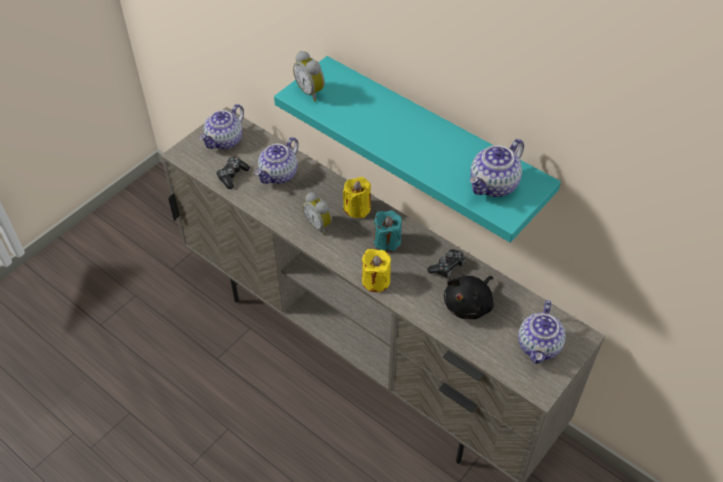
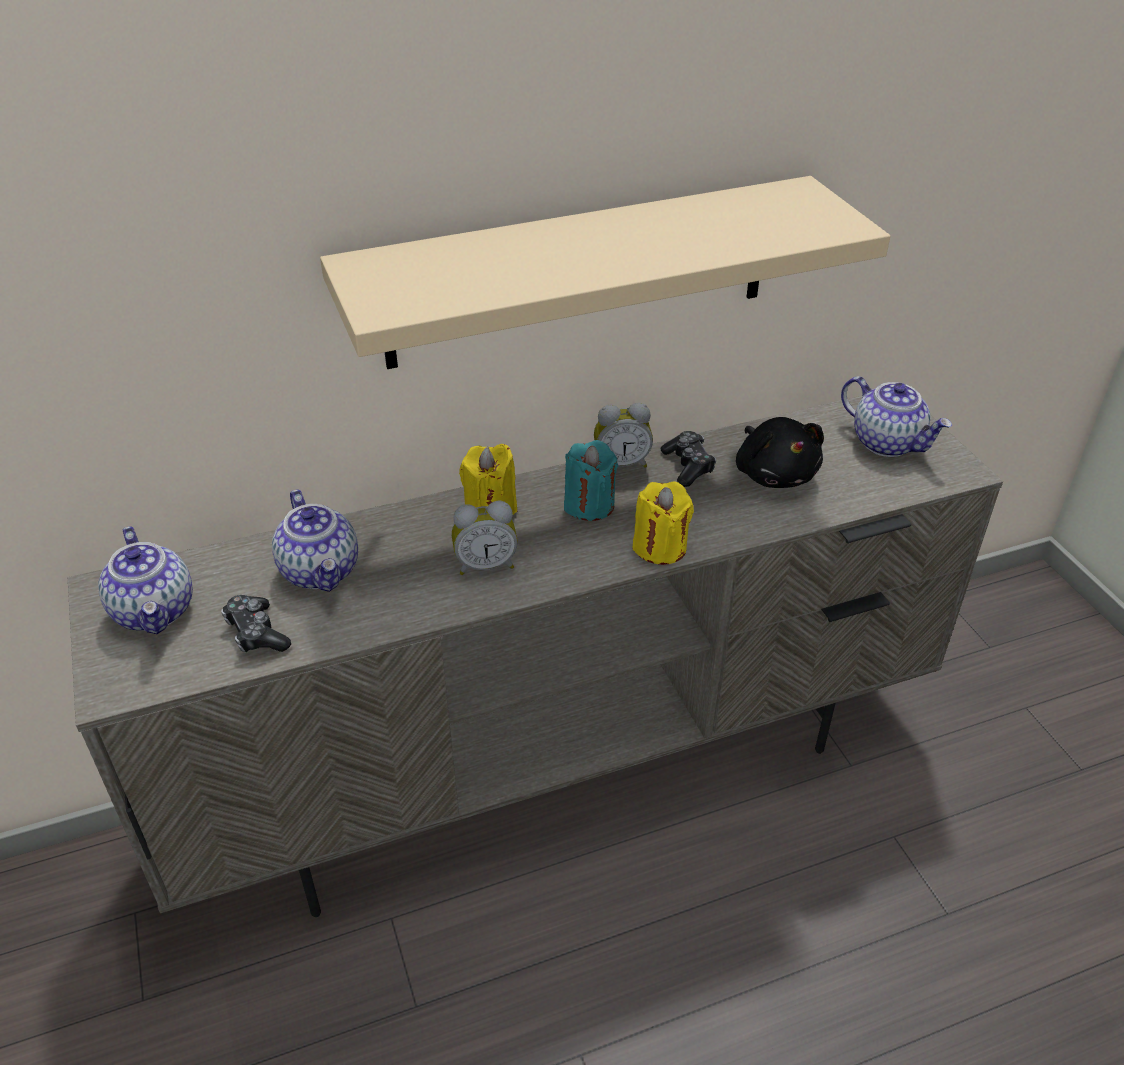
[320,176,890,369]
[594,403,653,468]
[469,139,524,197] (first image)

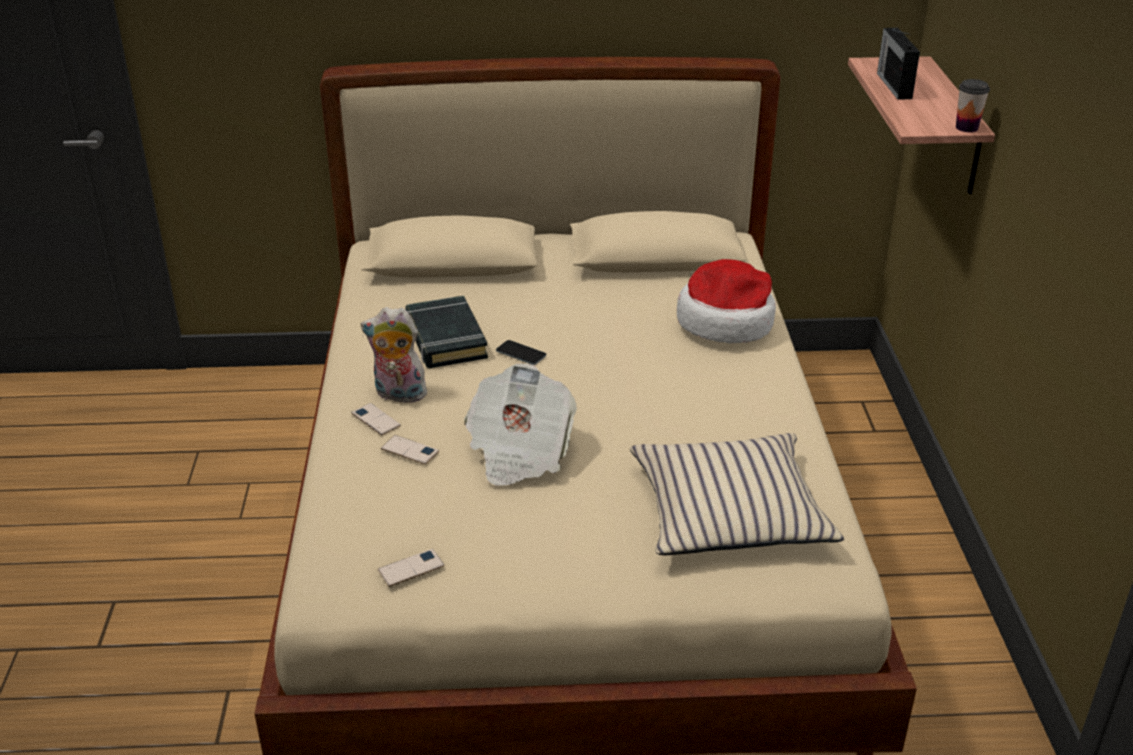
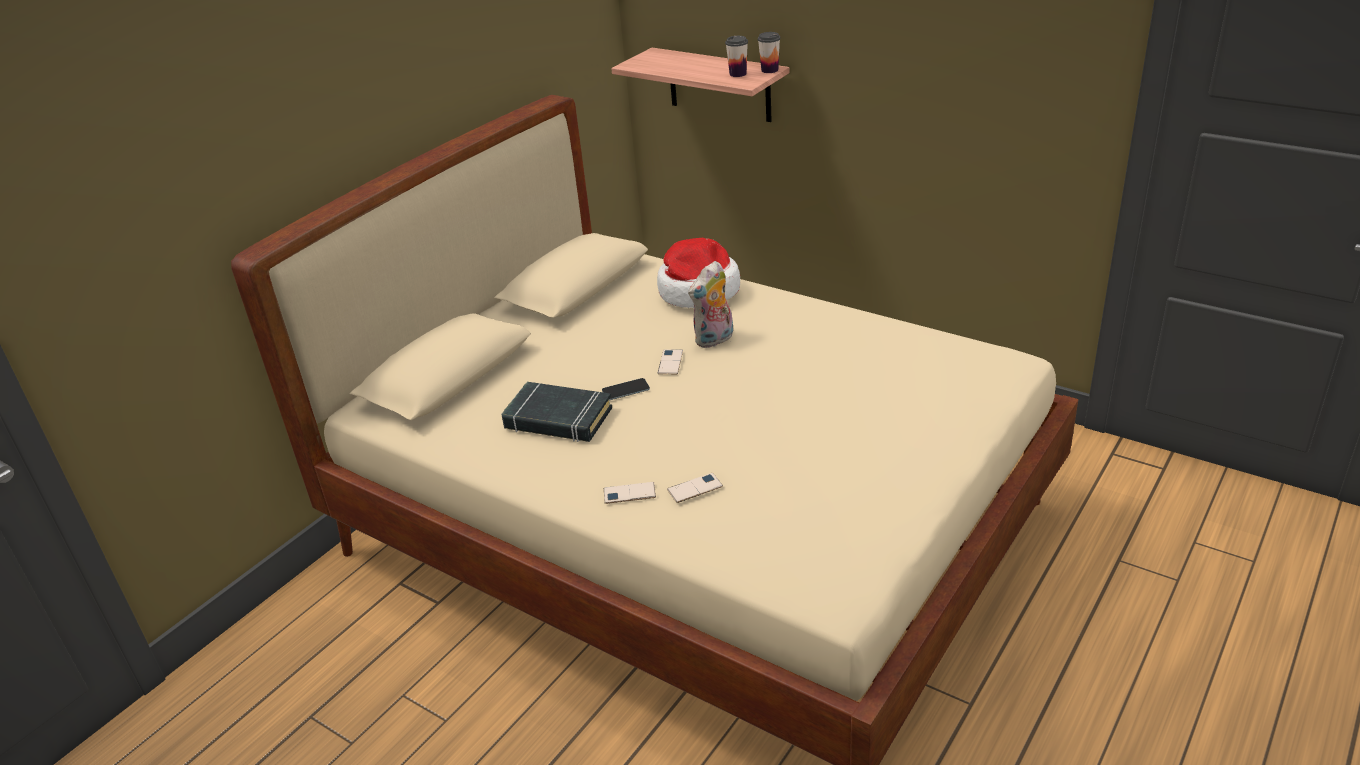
[658,349,683,374]
[688,261,733,348]
[725,36,748,77]
[464,363,577,486] (first image)
[630,433,844,555] (first image)
[877,28,920,100] (first image)

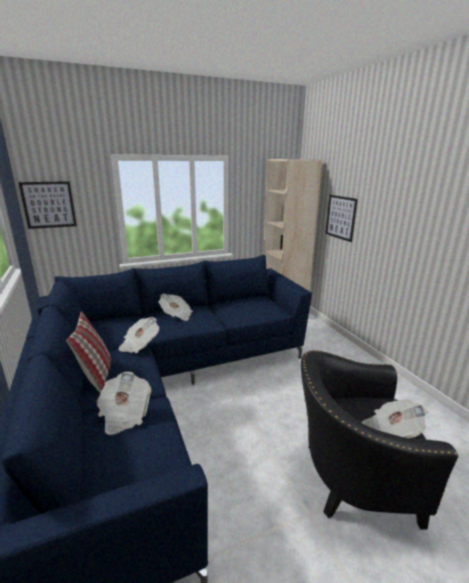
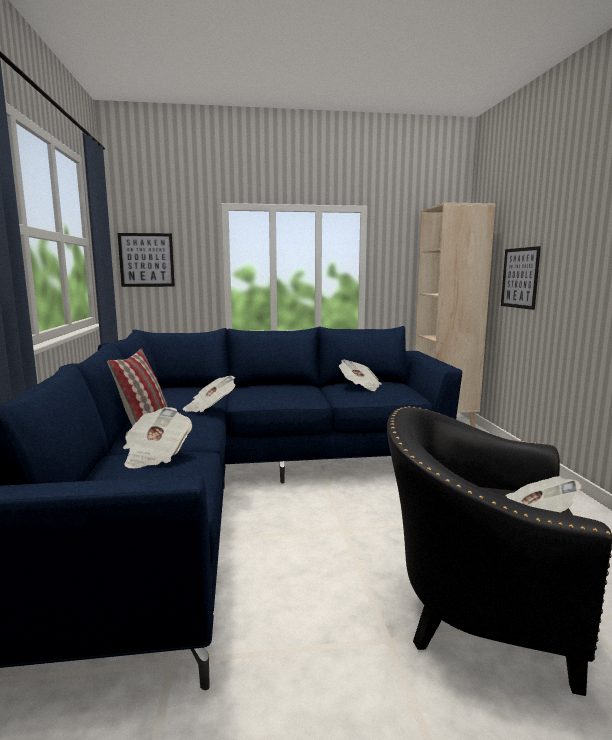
[339,360,382,391]

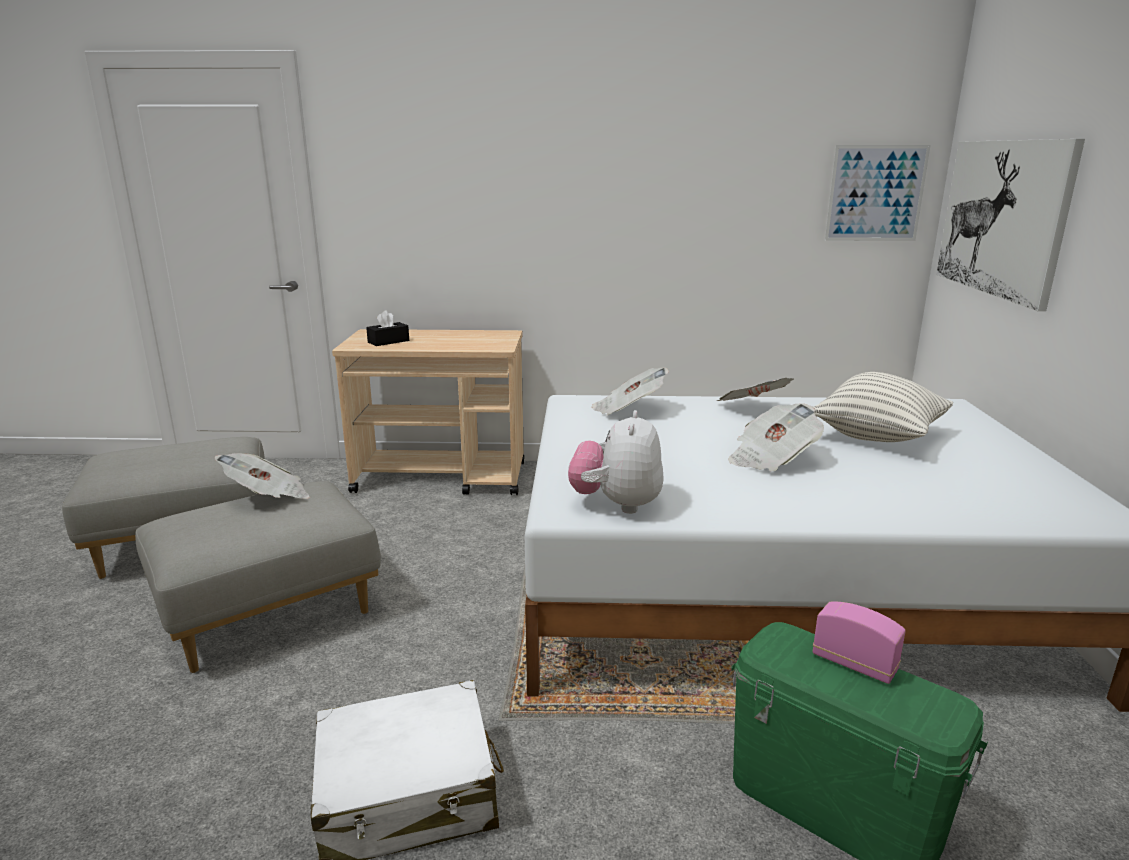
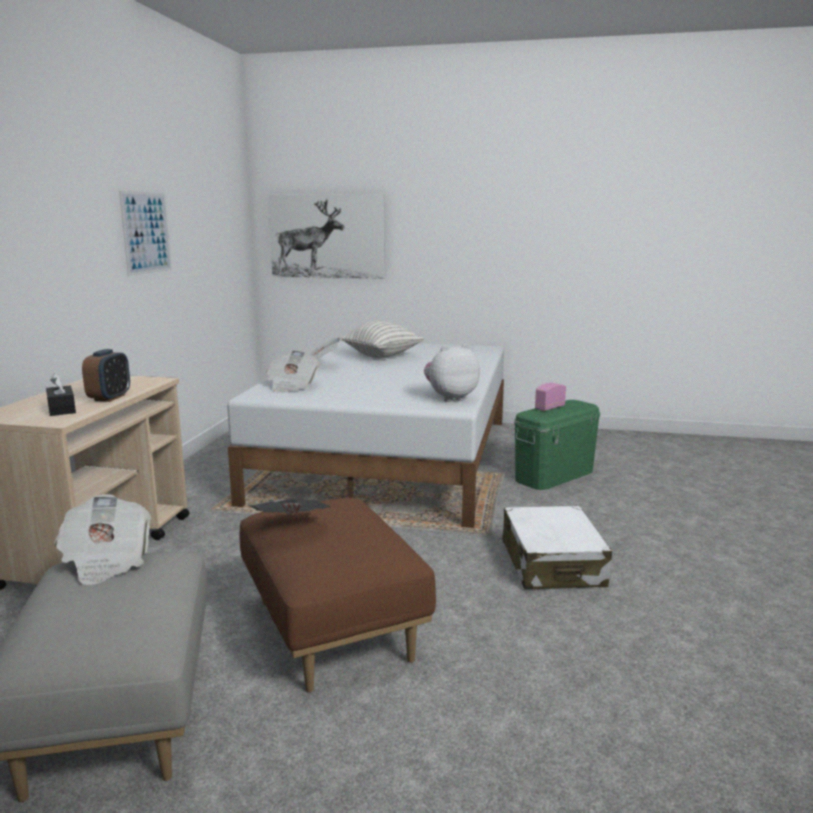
[55,494,151,585]
[82,349,130,402]
[119,191,172,276]
[240,497,436,692]
[424,344,480,402]

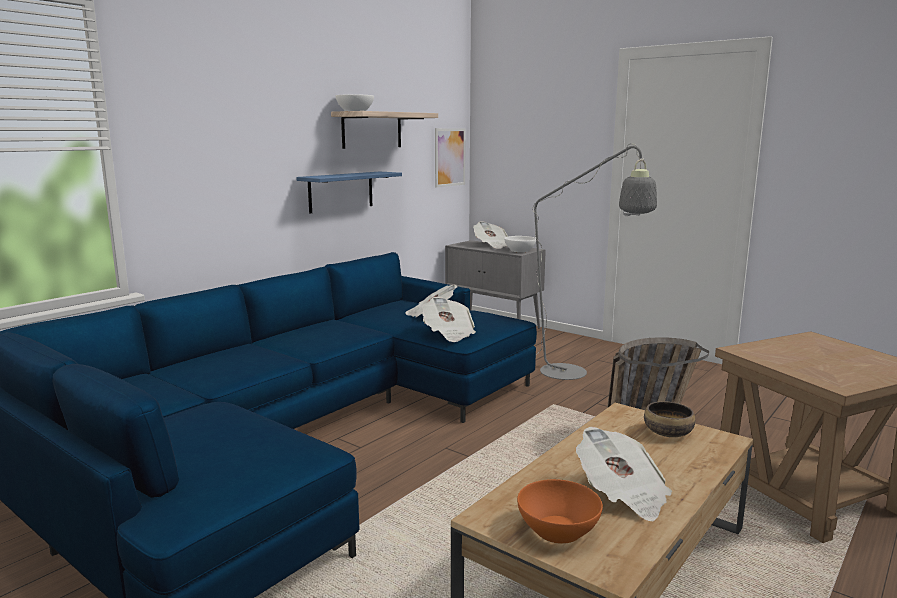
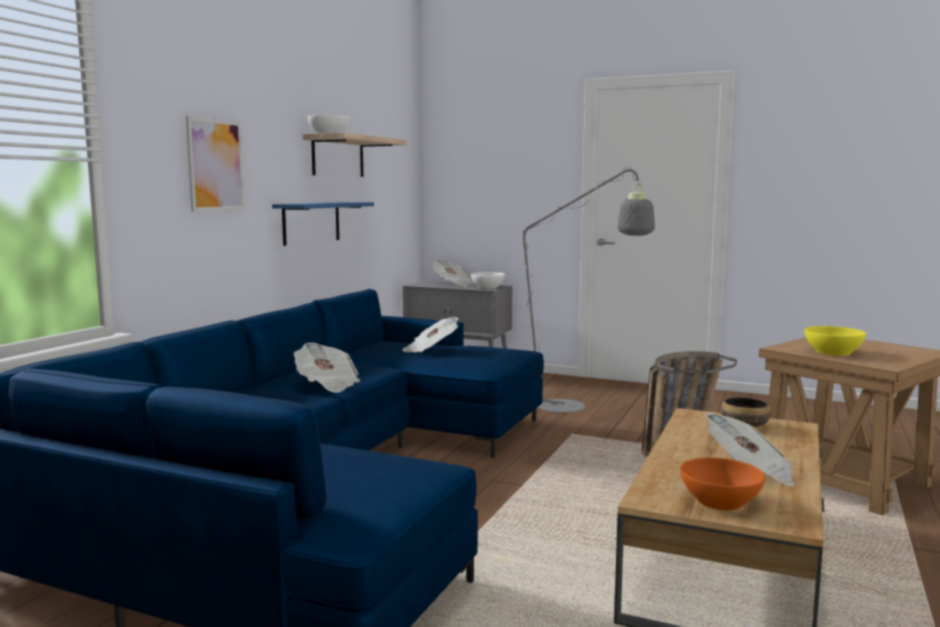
[186,116,245,212]
[293,343,360,393]
[804,326,866,356]

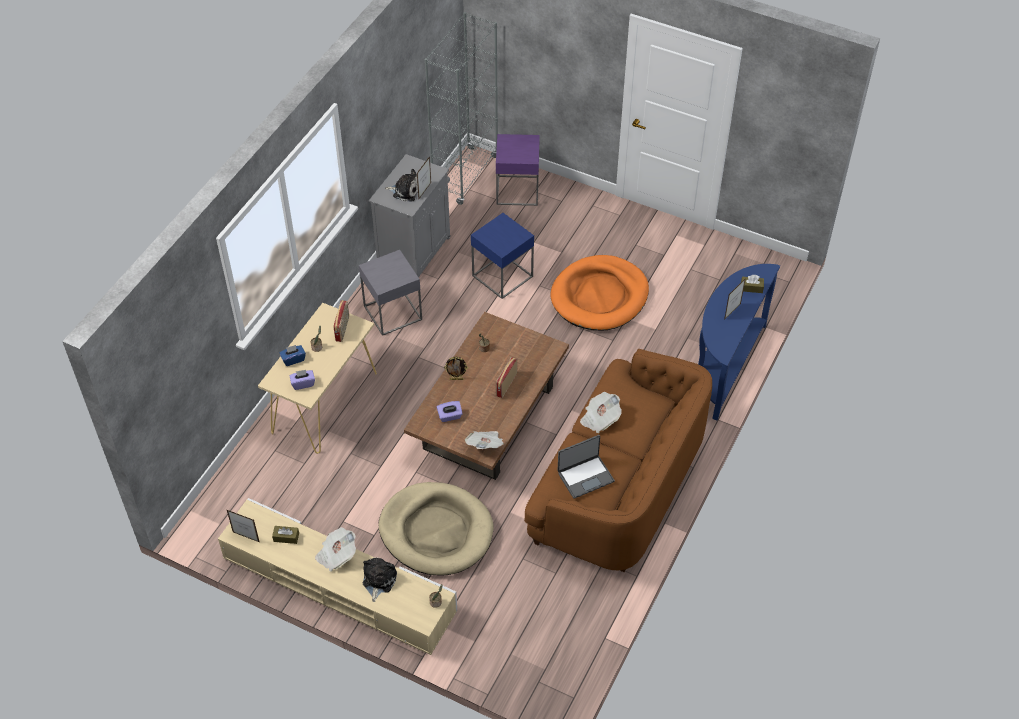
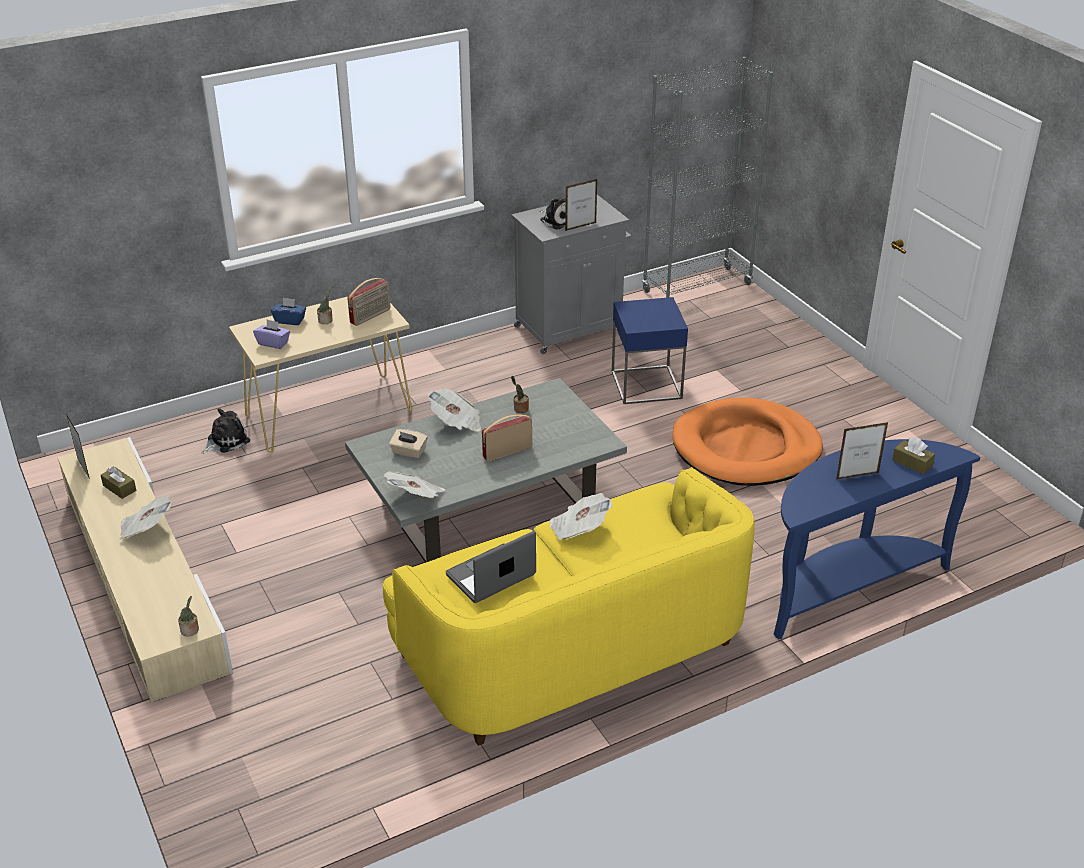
[202,408,250,454]
[345,378,627,563]
[383,467,755,746]
[389,429,427,459]
[428,389,481,432]
[445,531,536,603]
[359,250,422,336] (first image)
[378,482,493,576] (first image)
[496,134,540,206] (first image)

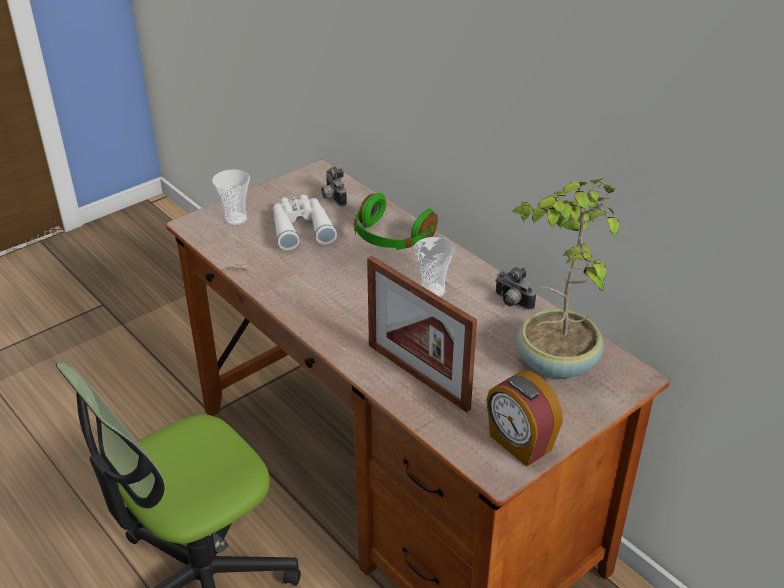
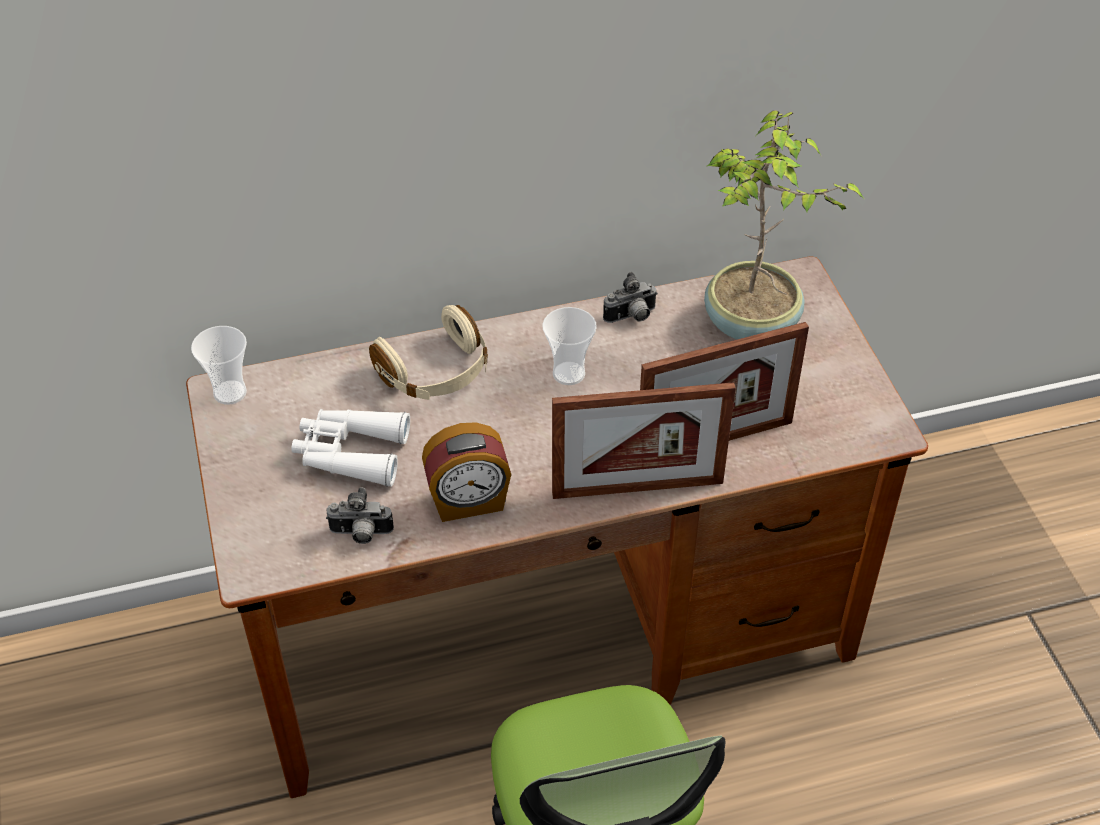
[191,326,247,405]
[326,487,394,544]
[369,305,488,400]
[422,422,511,522]
[552,382,736,499]

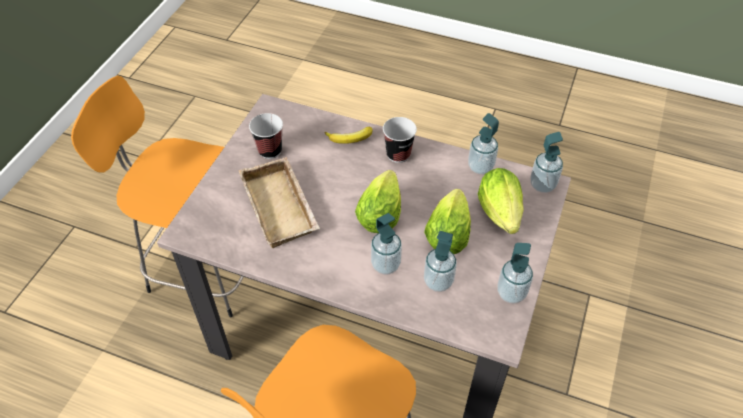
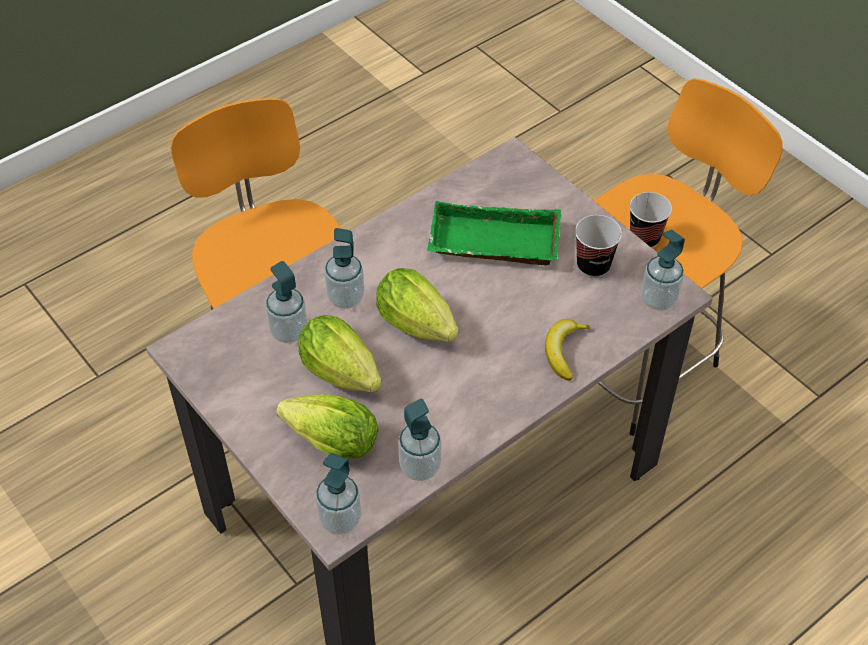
[427,201,561,265]
[630,192,672,248]
[641,230,685,310]

